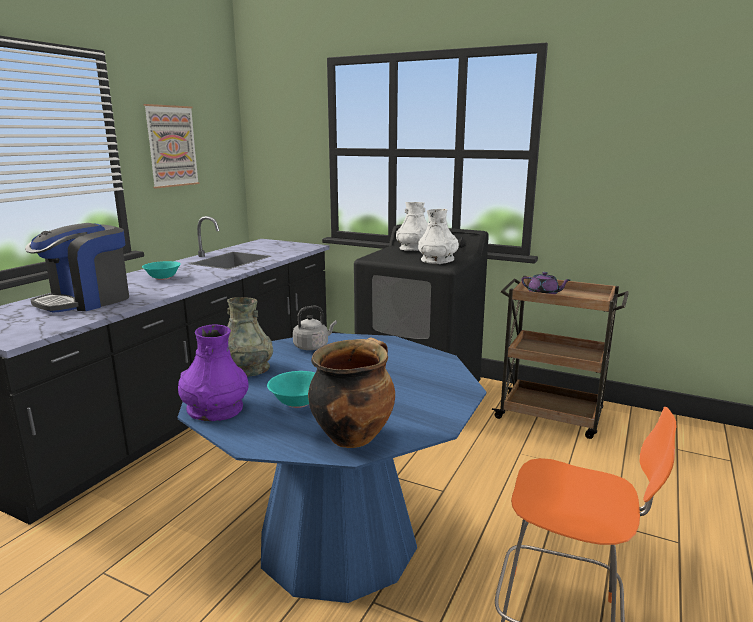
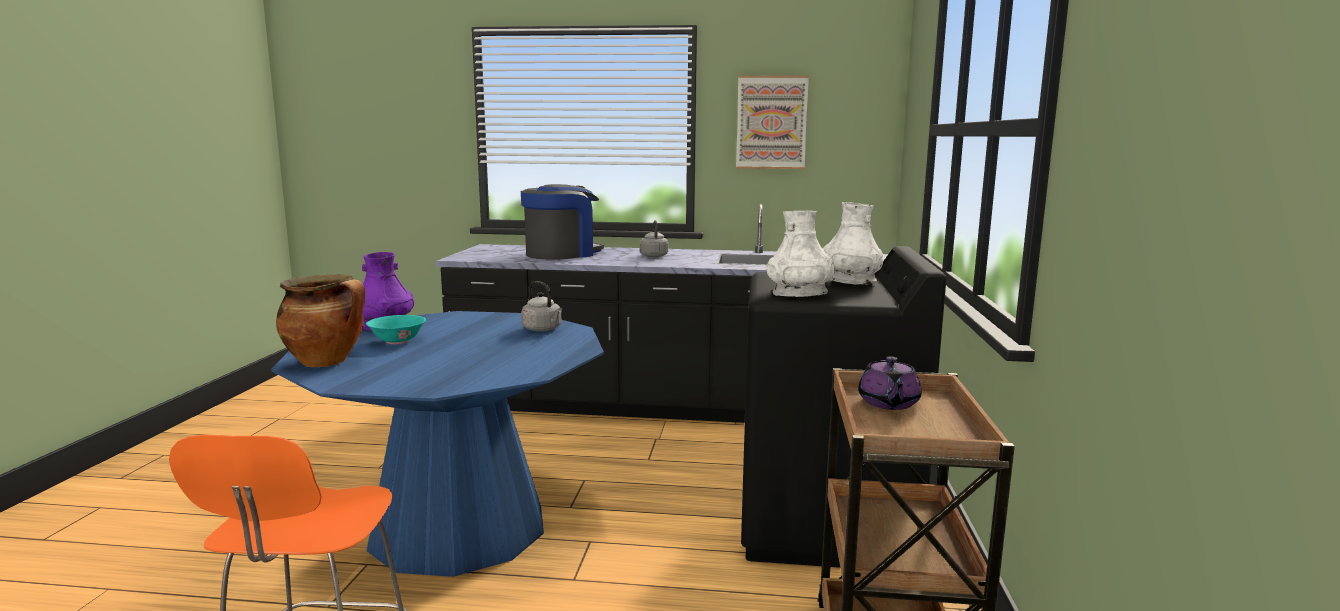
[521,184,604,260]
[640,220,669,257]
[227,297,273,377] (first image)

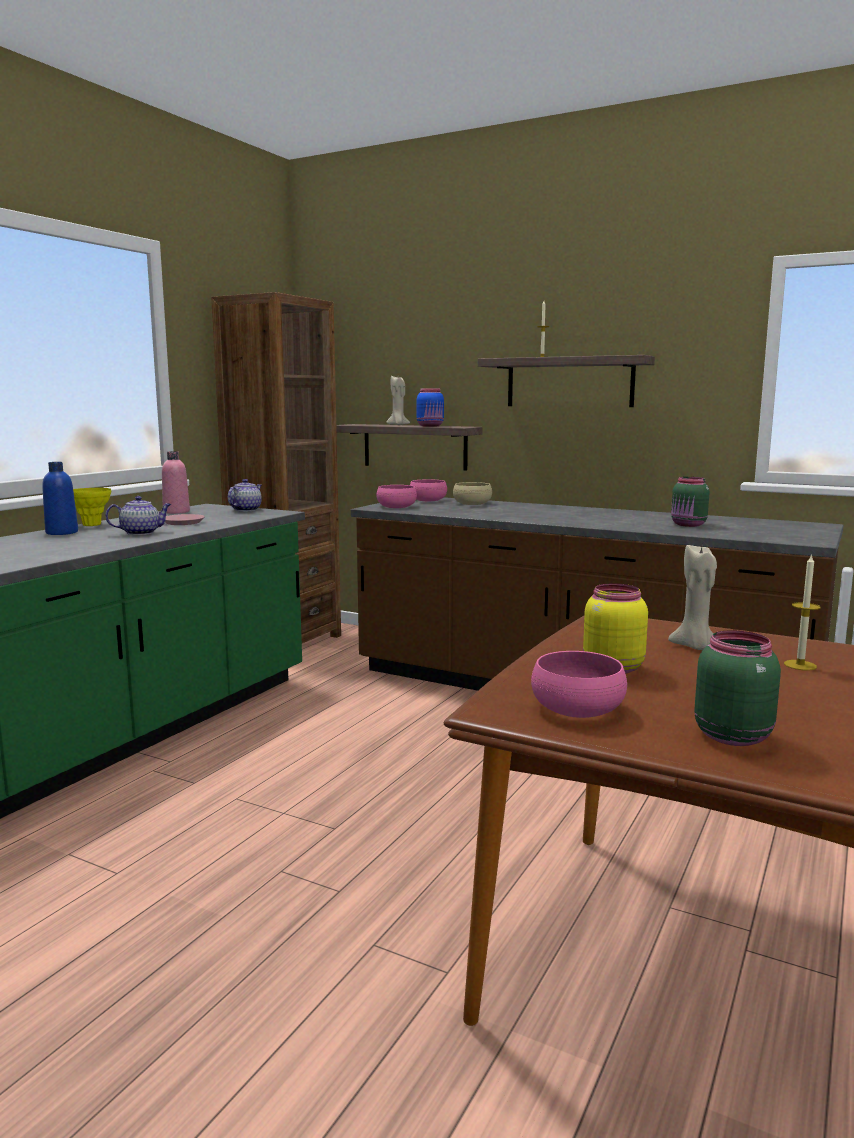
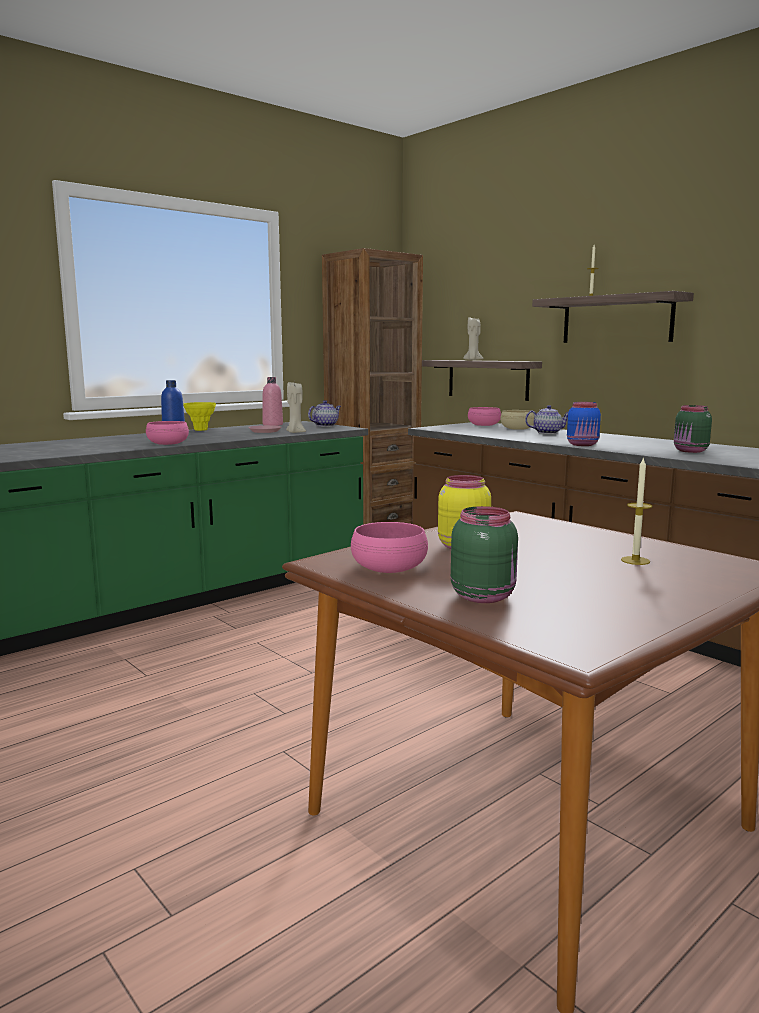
[146,421,189,445]
[286,382,306,433]
[525,405,568,434]
[567,402,601,446]

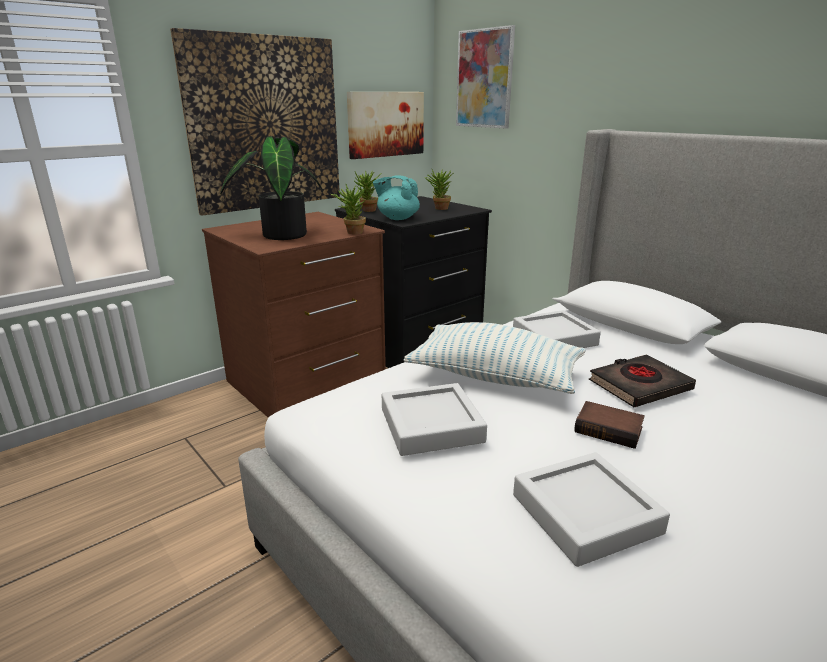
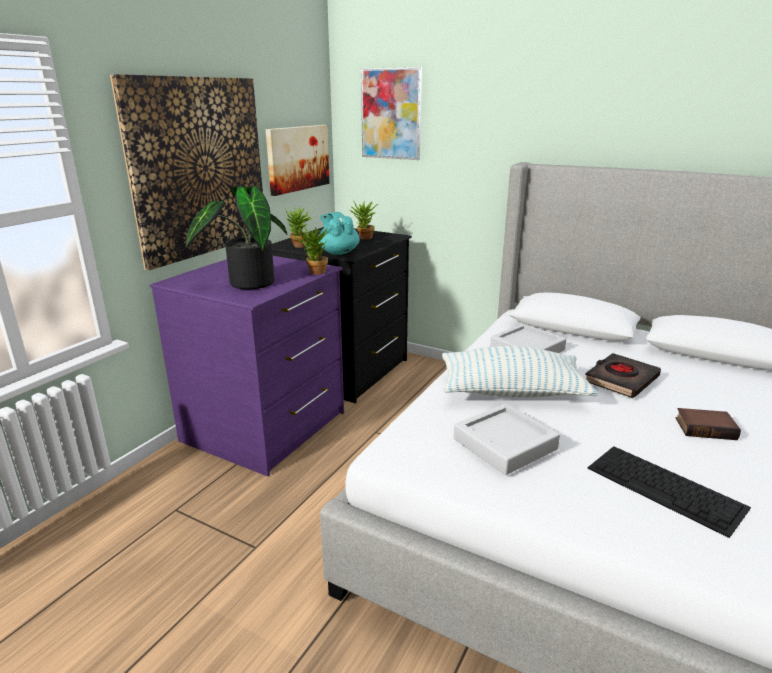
[150,256,344,476]
[318,212,360,255]
[587,446,751,538]
[676,408,741,440]

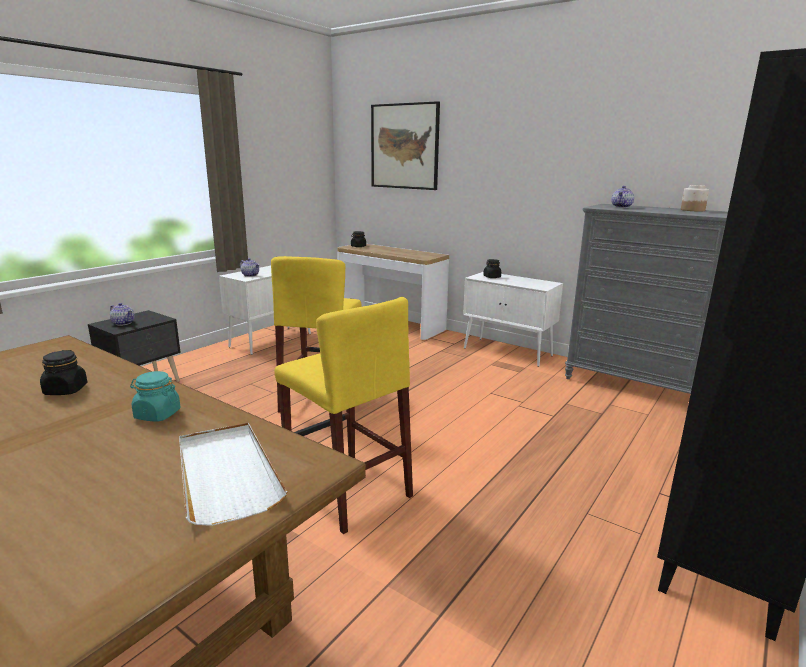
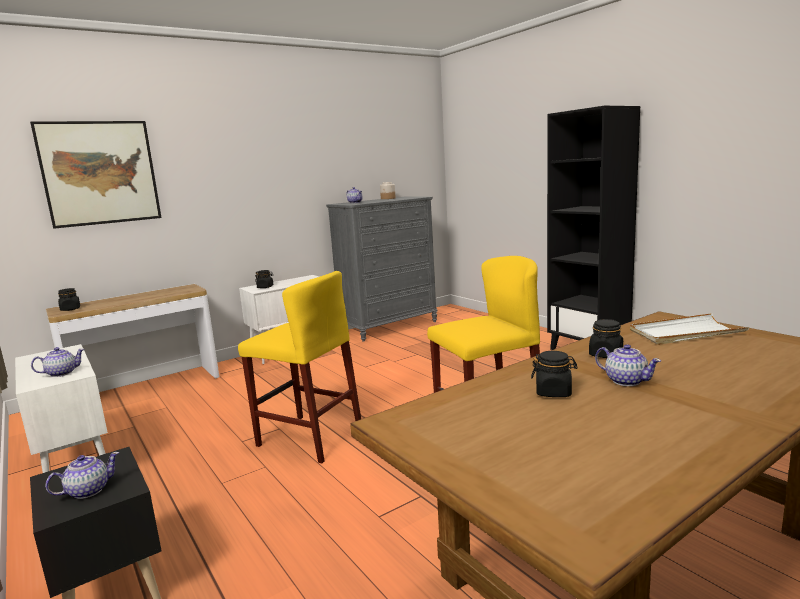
[589,319,623,358]
[595,344,661,386]

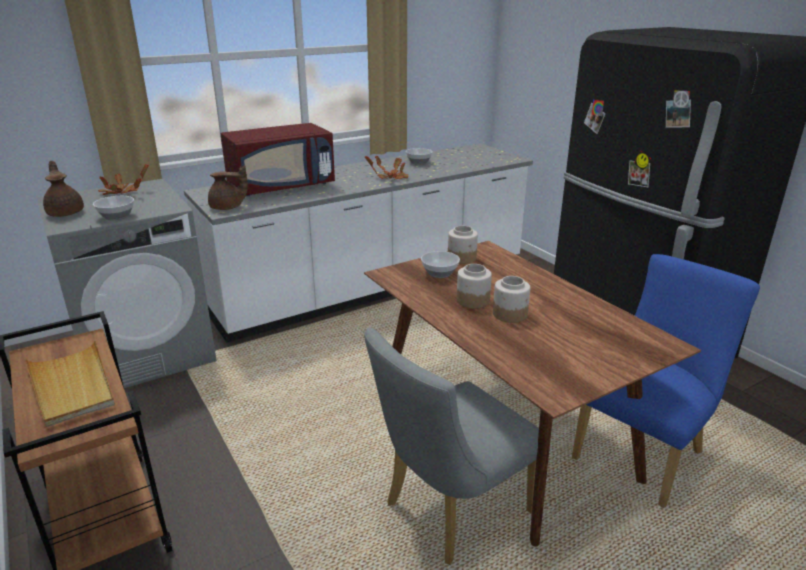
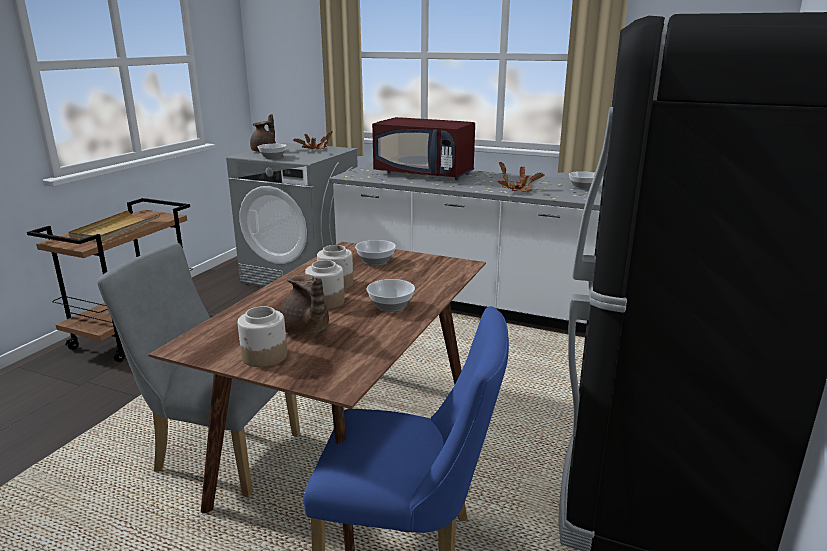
[238,306,287,367]
[280,274,329,335]
[367,279,415,312]

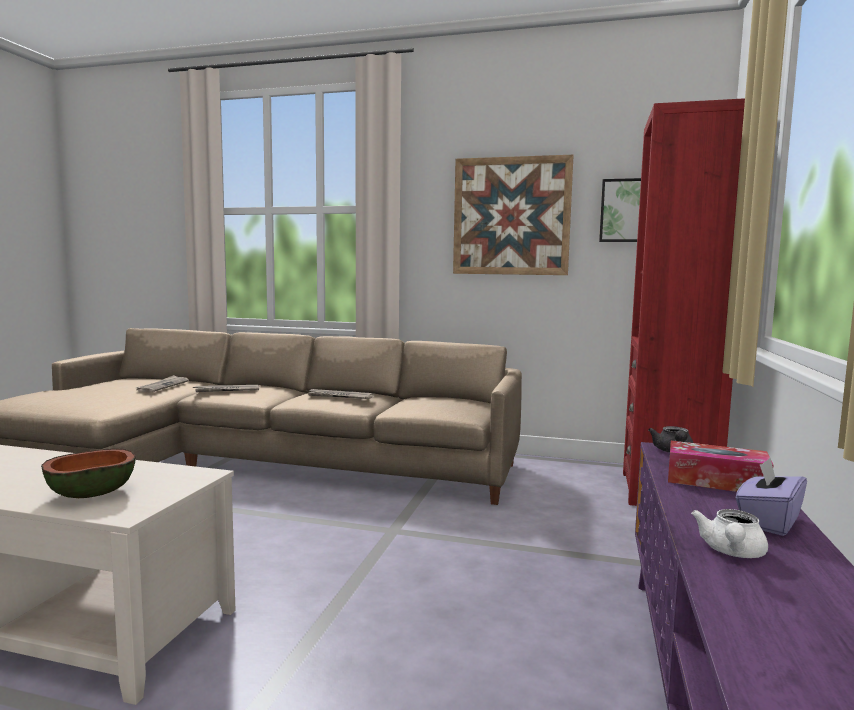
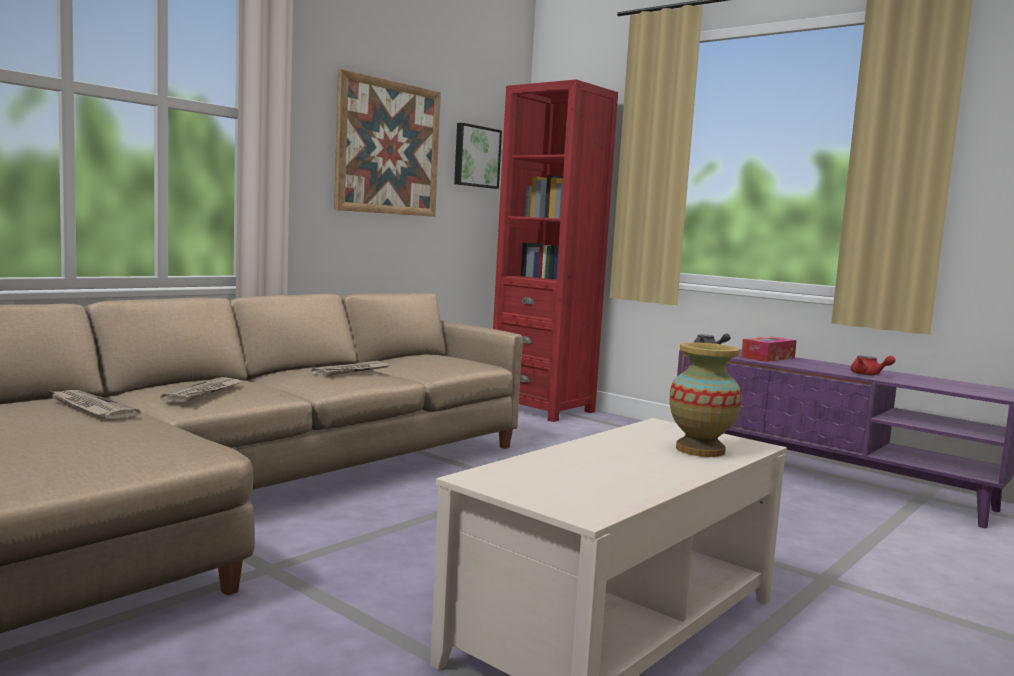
[670,342,742,457]
[851,356,896,375]
[736,458,807,536] (first image)

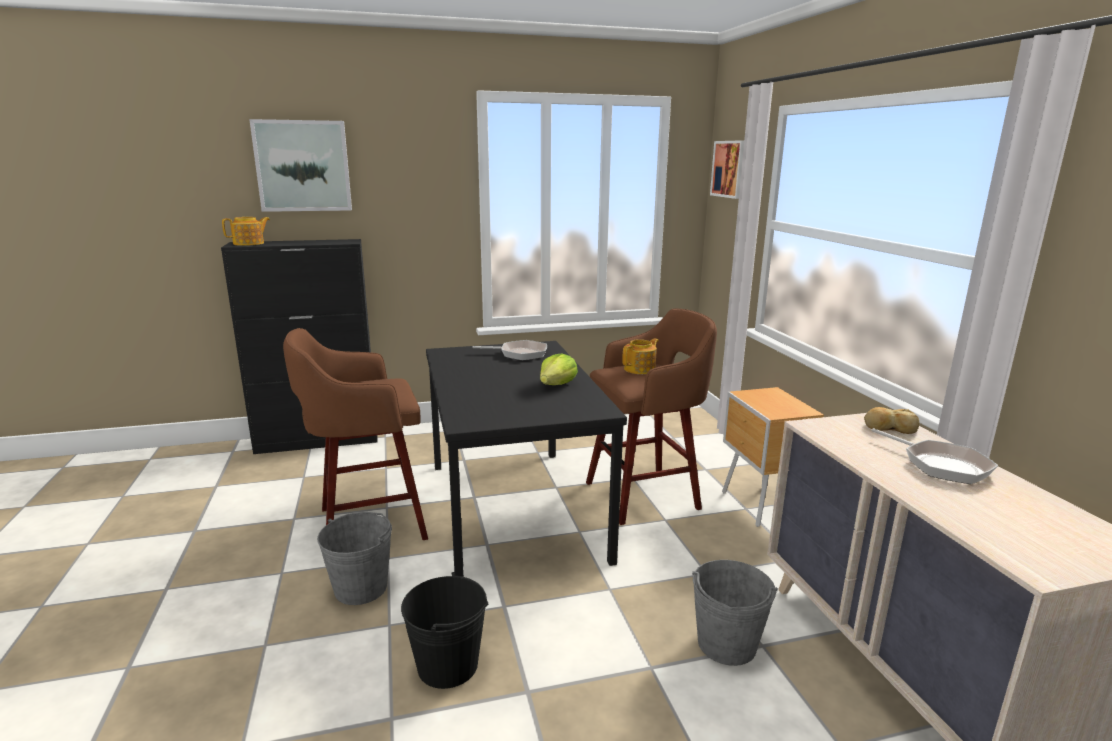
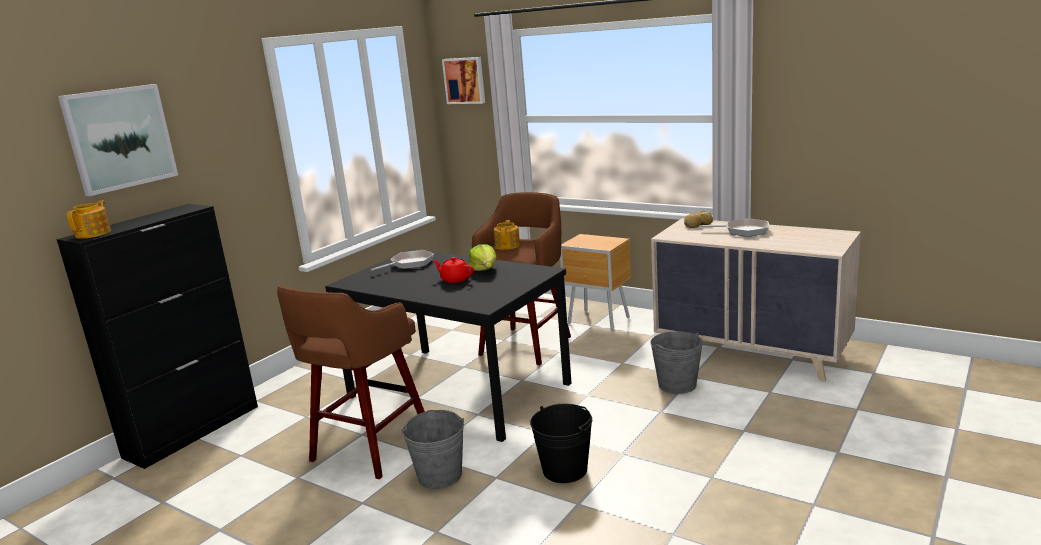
[433,257,474,283]

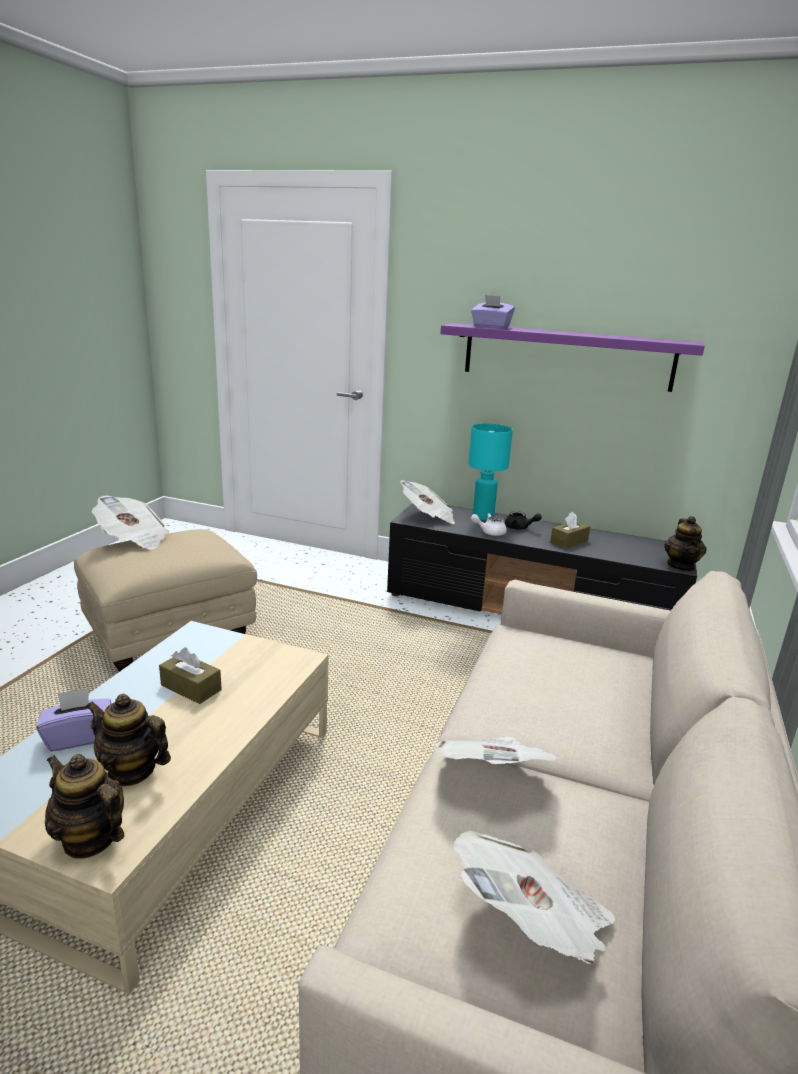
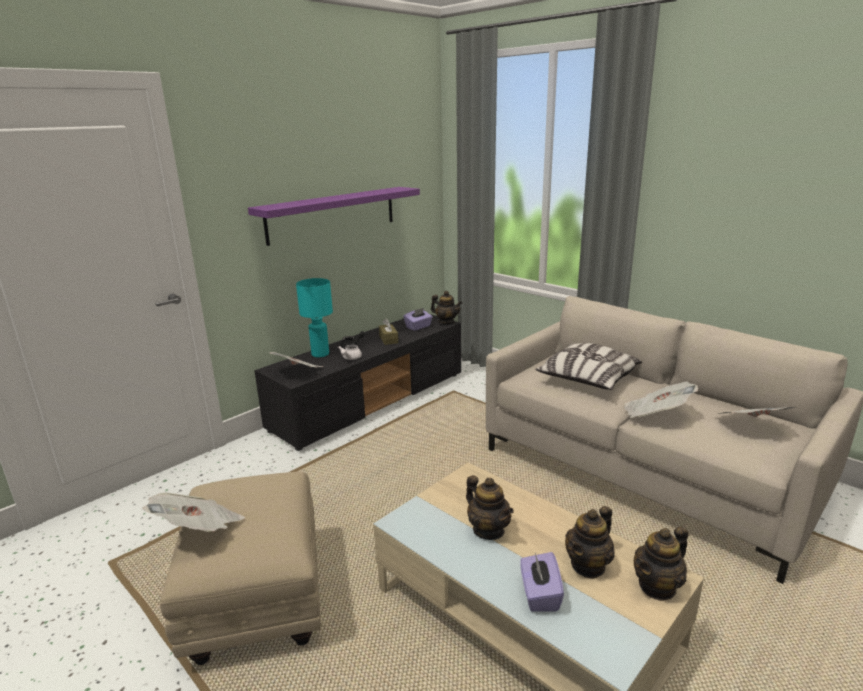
[403,308,433,331]
[466,475,514,540]
[535,343,642,390]

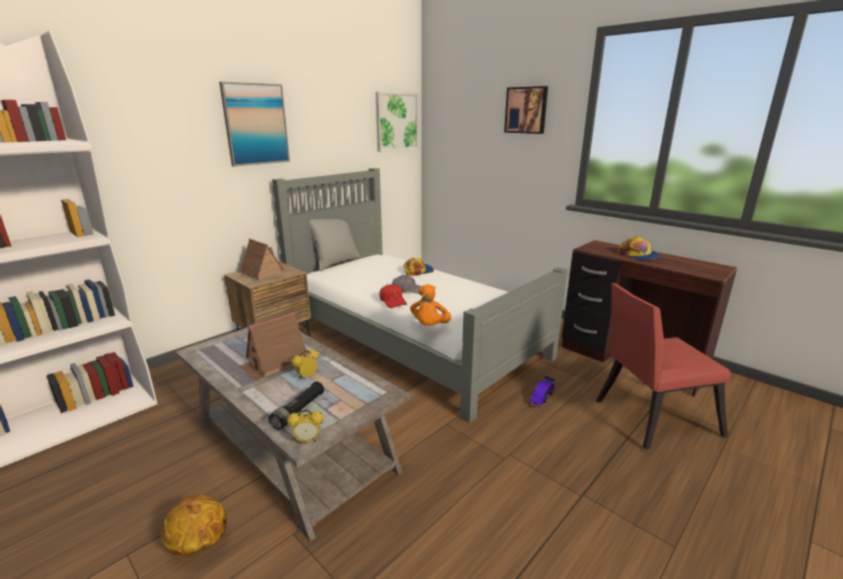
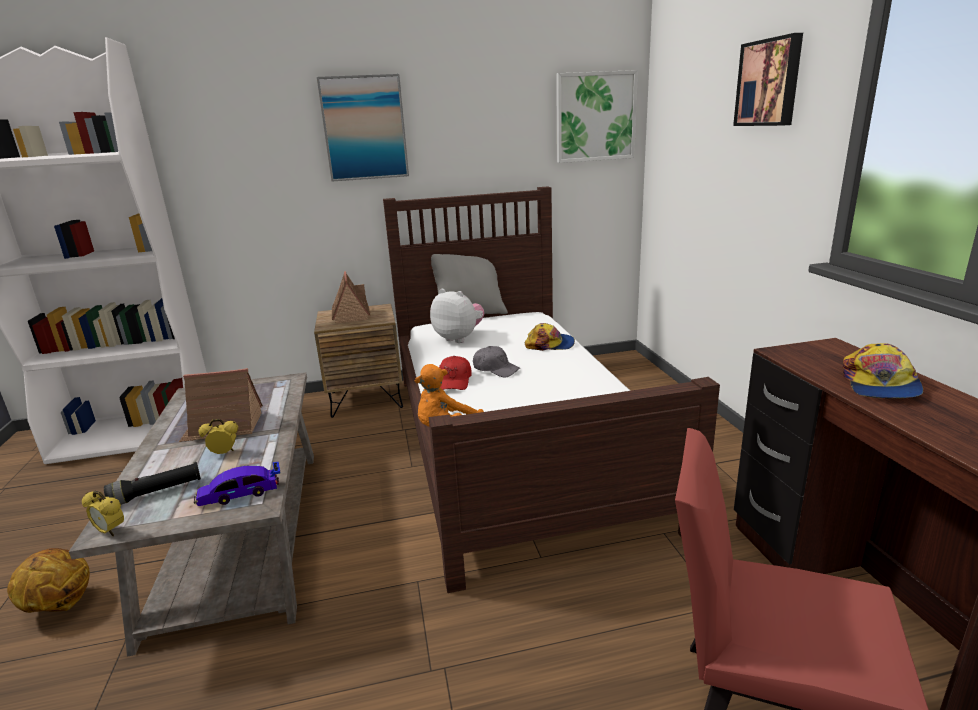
[194,461,280,506]
[383,186,720,593]
[430,289,484,343]

